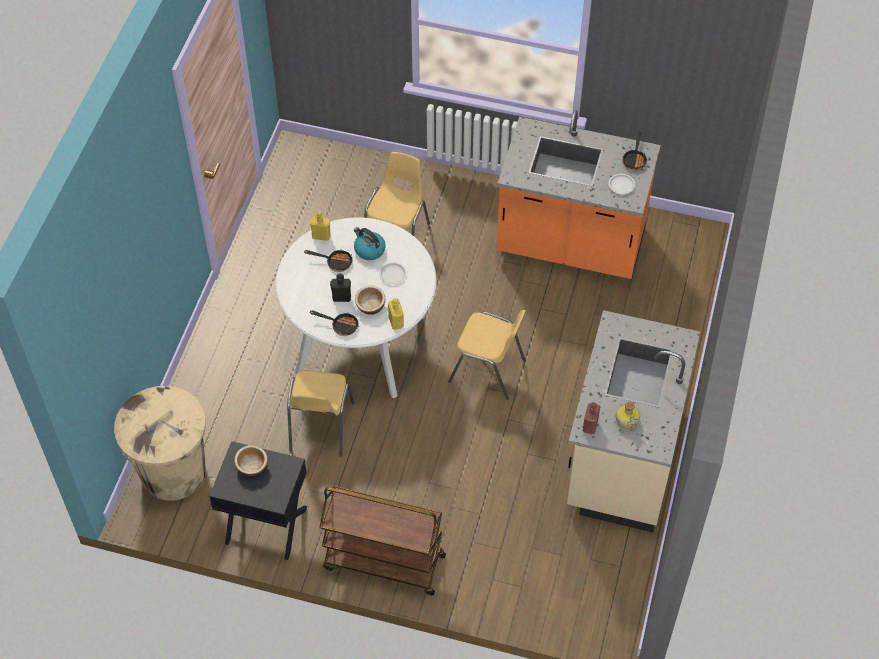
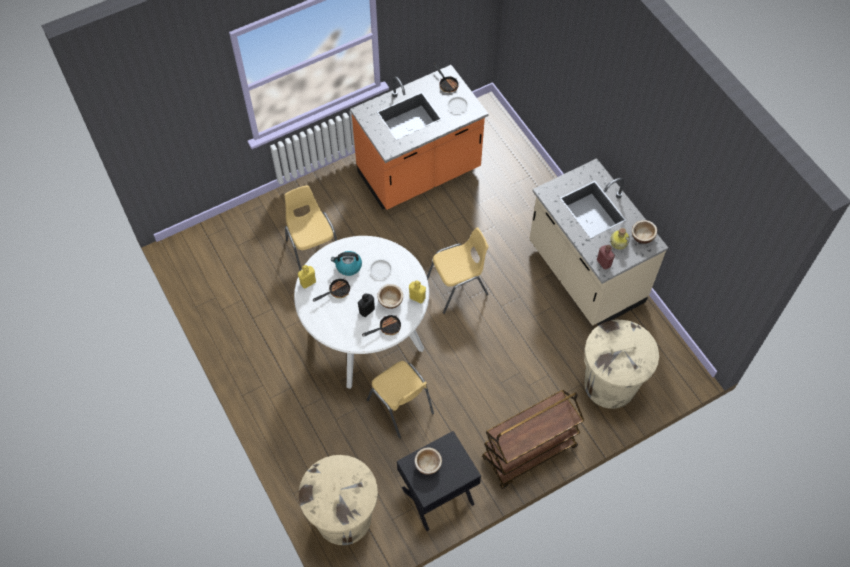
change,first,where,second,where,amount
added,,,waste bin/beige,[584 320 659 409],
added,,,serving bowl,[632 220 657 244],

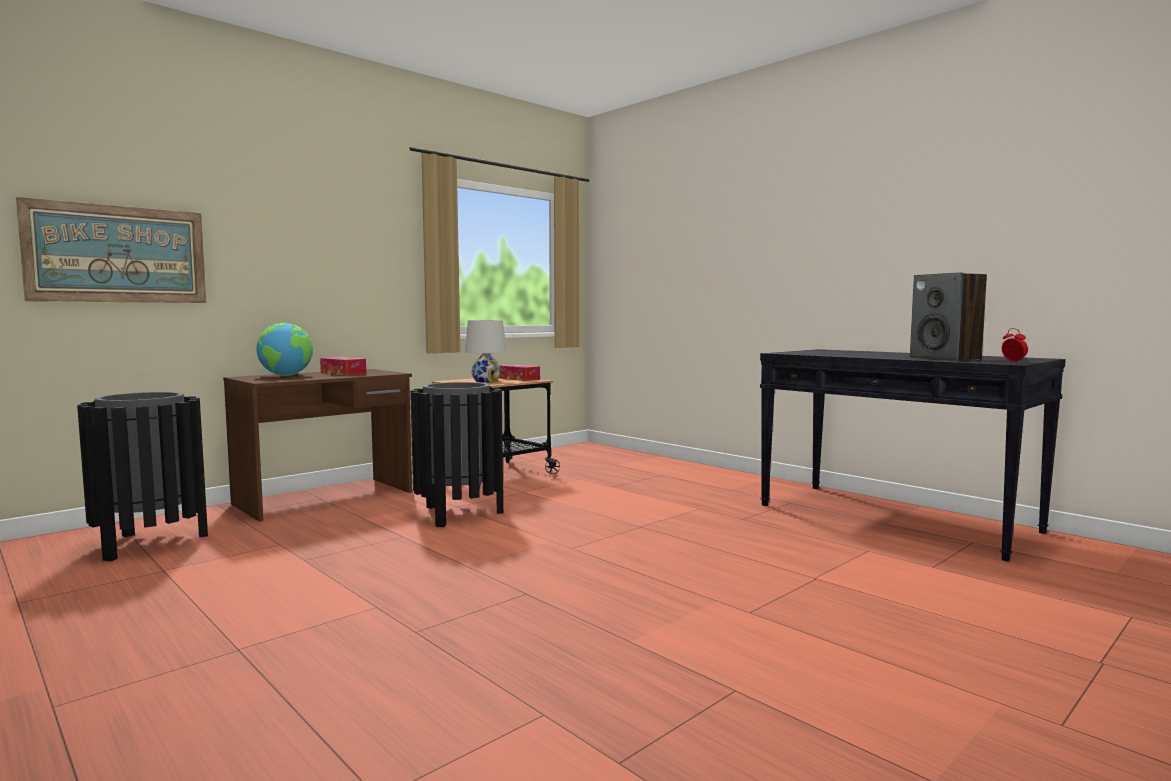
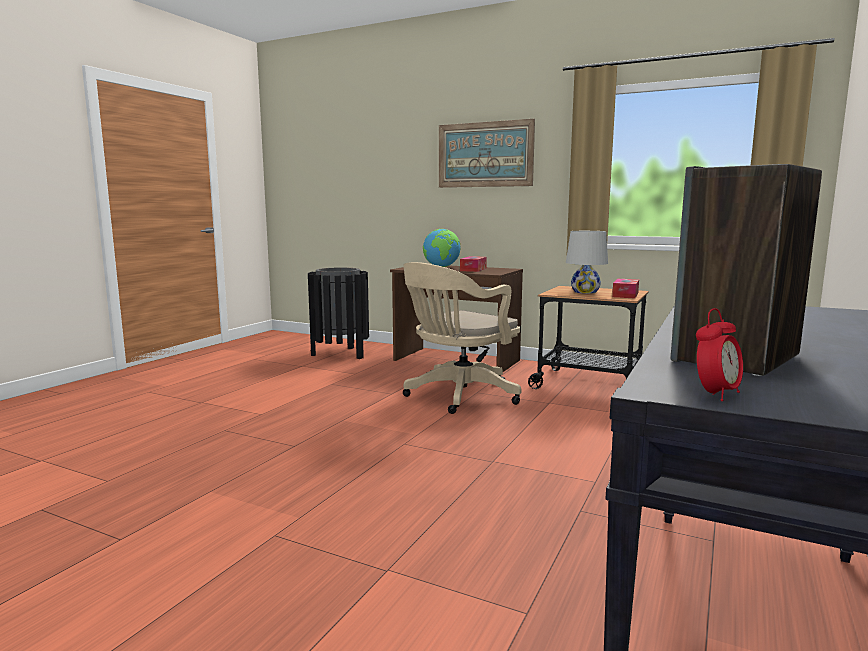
change,first,where,second,where,amount
moved,wall art,[16 197 206 303],,[439 119 535 188],
replaced,waste bin/black-coloured,[410 382 503 527],computer chair/beige,[403 262 521 414],

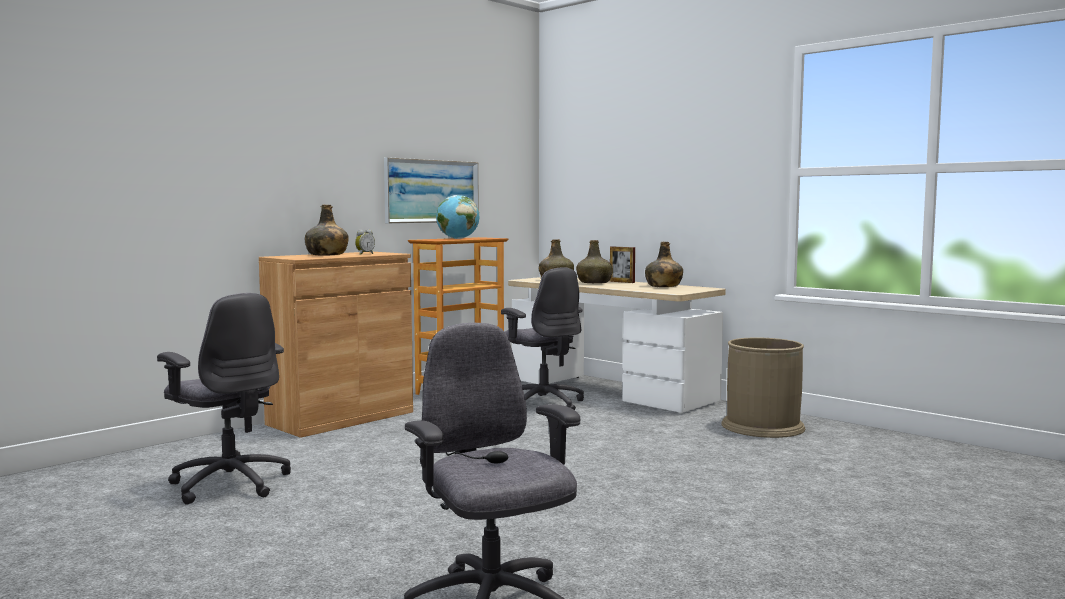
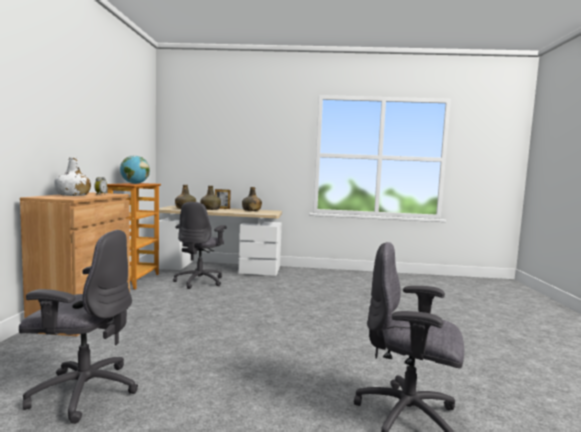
change,first,where,second,where,amount
recoloured,bottle/green-coloured,[305 205 349 256],bottle/whitish,[54 157 91 196],
removed,wall art,[384 157 479 223],,,
turned,computer chair/gray,[501 267 584 410],,[173 202 227 289],90 degrees clockwise
removed,waste bin/brown-coloured,[722 338 805 438],,,

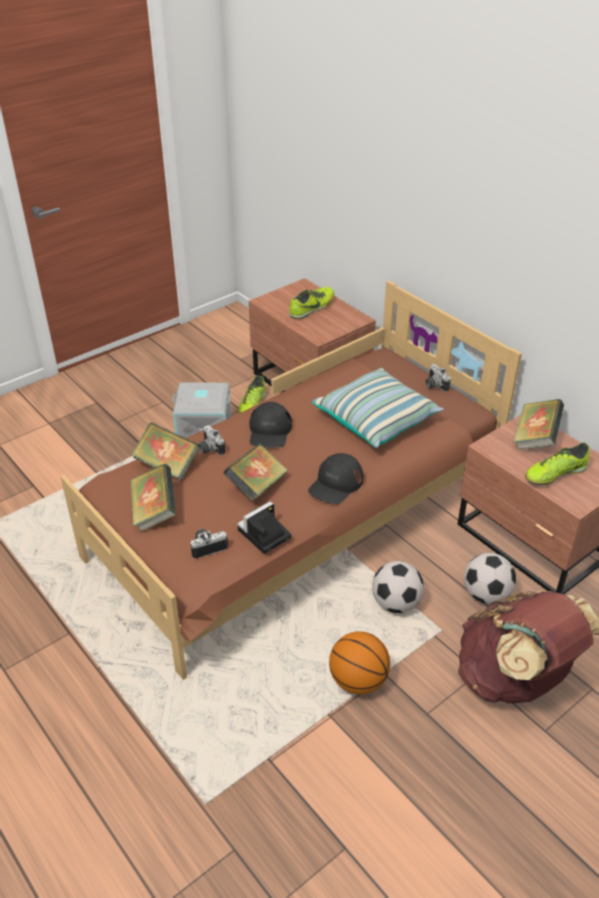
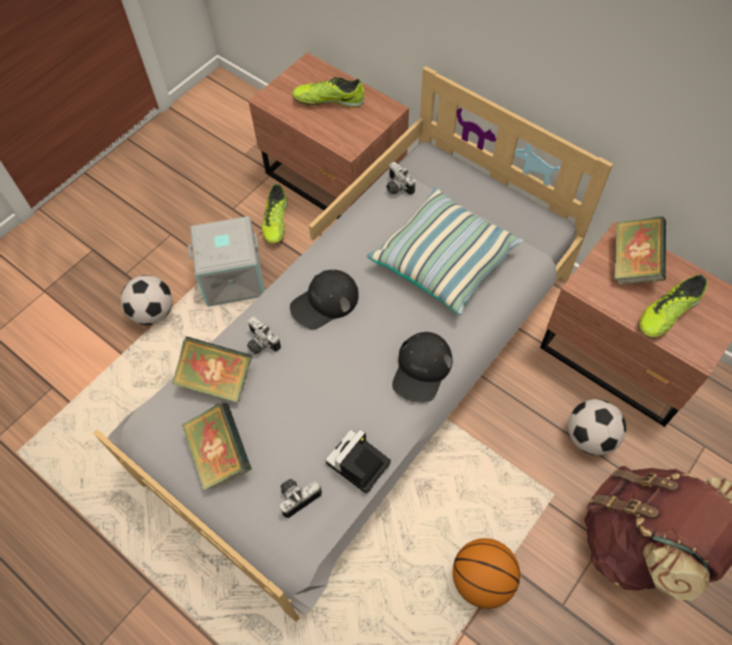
change,first,where,second,where,amount
recoloured,sleeping bed/brown-coloured,[60 281 522 680],sleeping bed/gray,[93 66 613 622],
removed,bound book,[224 444 288 502],,,
turned,peaked cap/black-coloured,[249 402 292 448],,[290 270 359 329],60 degrees clockwise
turned,shoe,[289 287 334 319],,[292 77 365 108],120 degrees counterclockwise
moved,football ball,[372 561 424 613],,[121 275 173 325],
moved,still camera,[425 364 451 392],,[386 162 415 195],

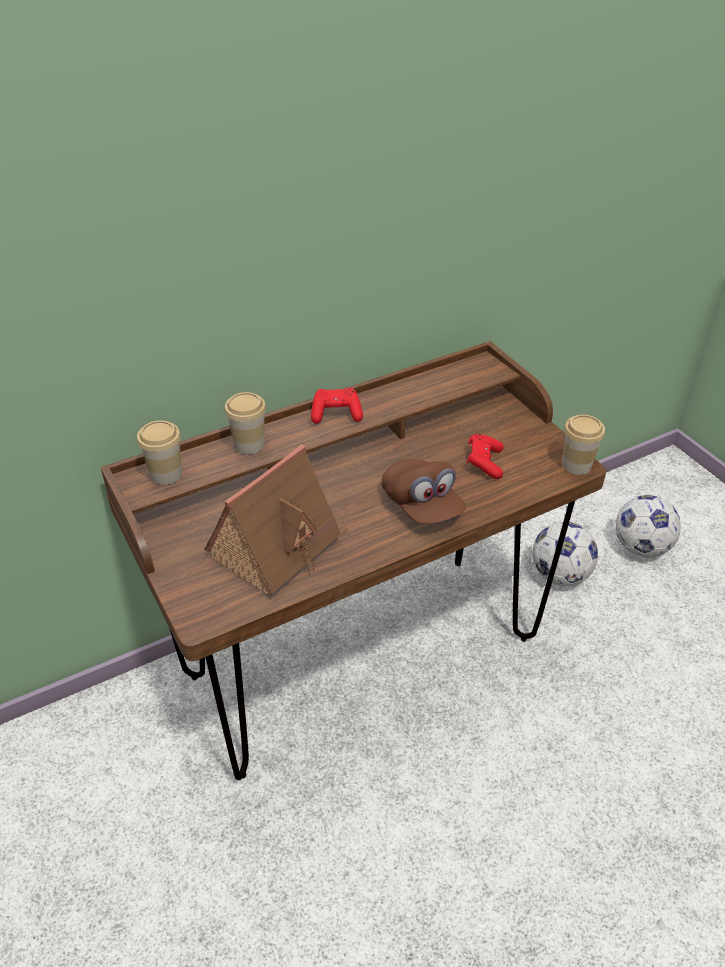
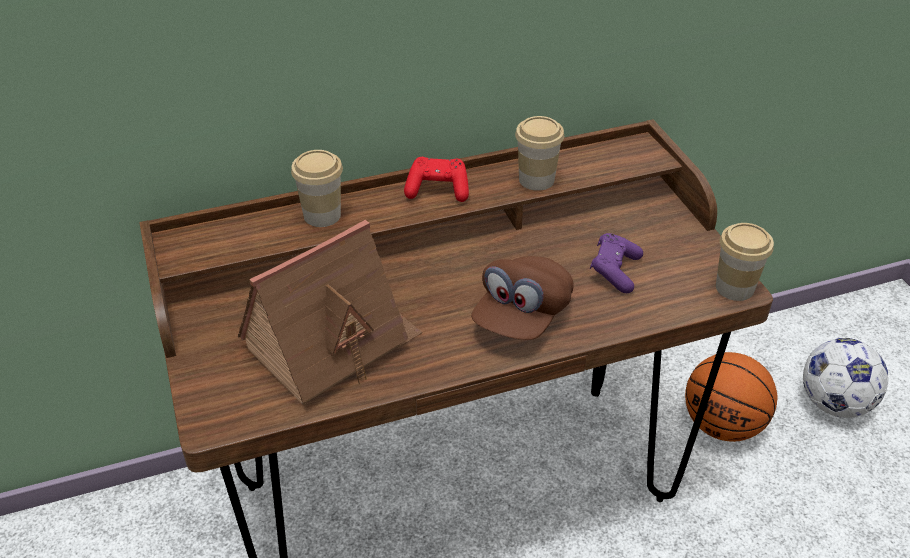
change,first,where,second,where,amount
moved,small cup,[137 420 182 485],,[515 116 564 191],
turned,peaked cap/brown-coloured,[382 459 466 524],,[471 256 574 340],45 degrees clockwise
recoloured,joypad/red-coloured,[467 434 504 479],joypad/purple-coloured,[590 233 643 293],
replaced,football ball,[532 522 598 586],ball for basketball,[685 352 778 442],

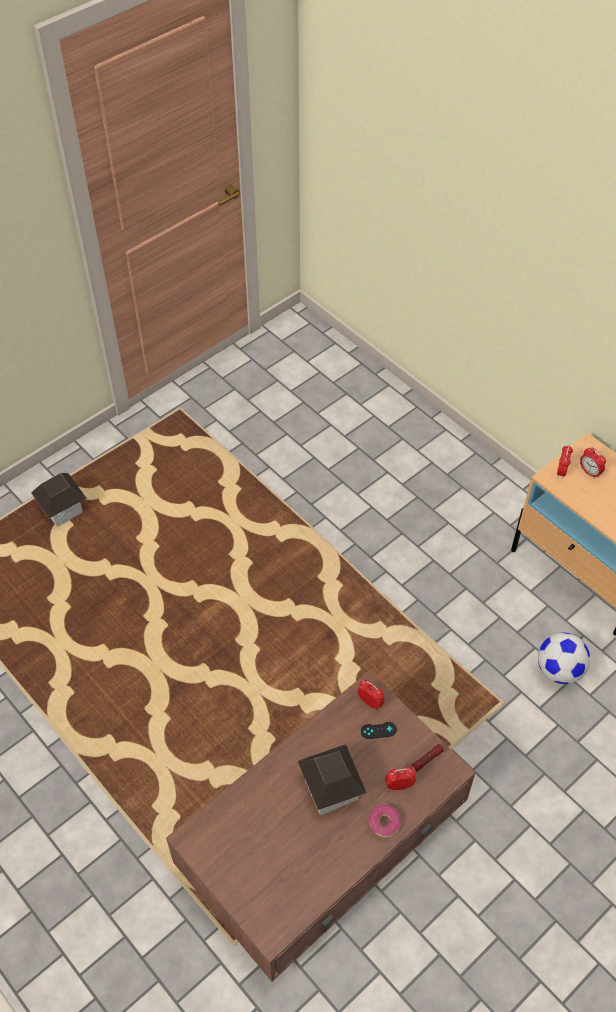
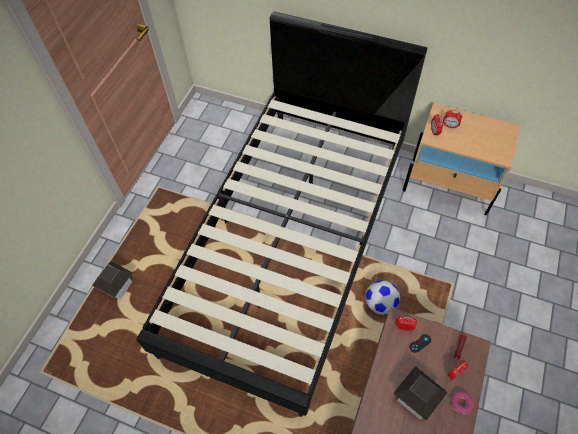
change,first,where,second,where,amount
moved,football ball,[538 633 590 684],,[365 280 400 315],
added,,,sleeping bed/black-coloured,[137 11 427 417],

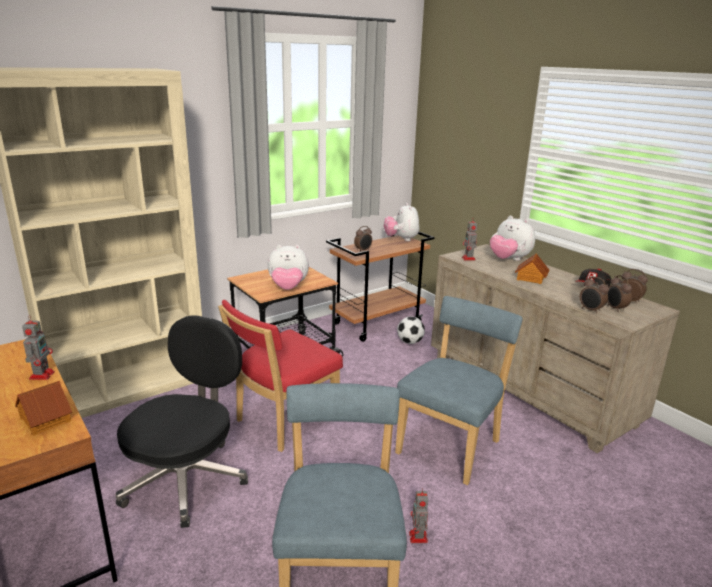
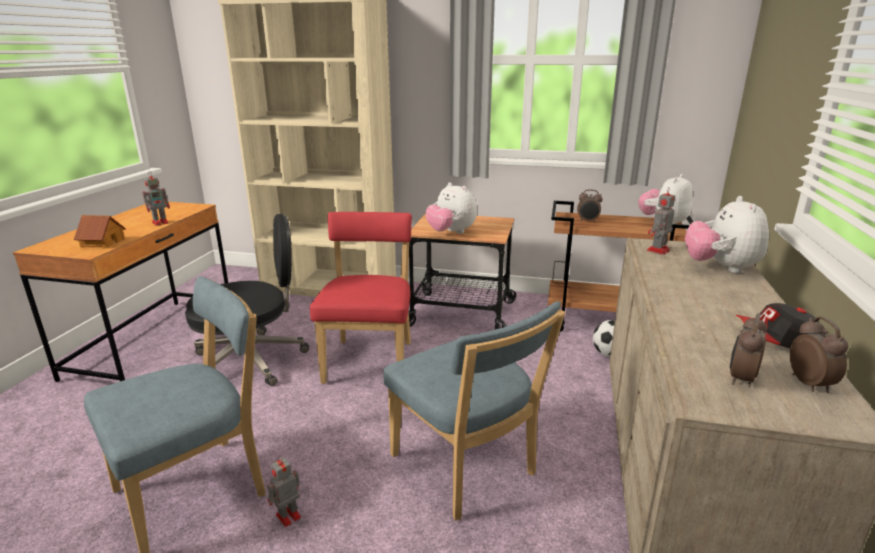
change,first,where,second,where,amount
turned,plain chair/red-coloured,[218 300 343 452],,[310 212 412 384],90 degrees clockwise
turned,plain chair/bluish,[395 296 523 485],,[384 301 565 521],60 degrees clockwise
removed,toy house,[515 253 549 284],,,
removed,bedside clock,[580 277 609 314],,,

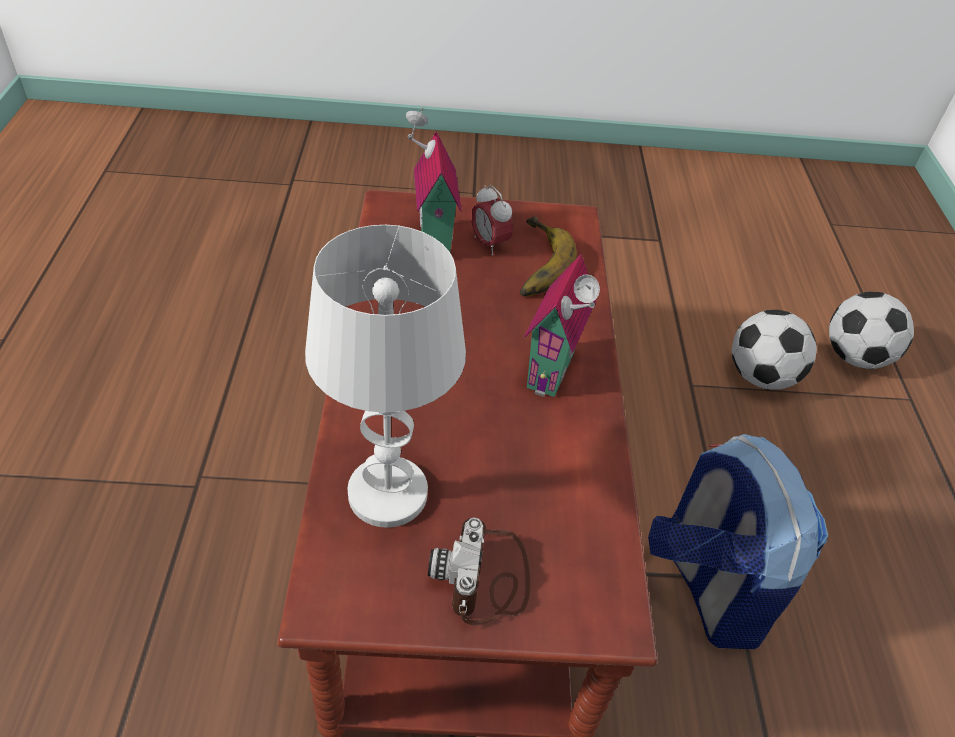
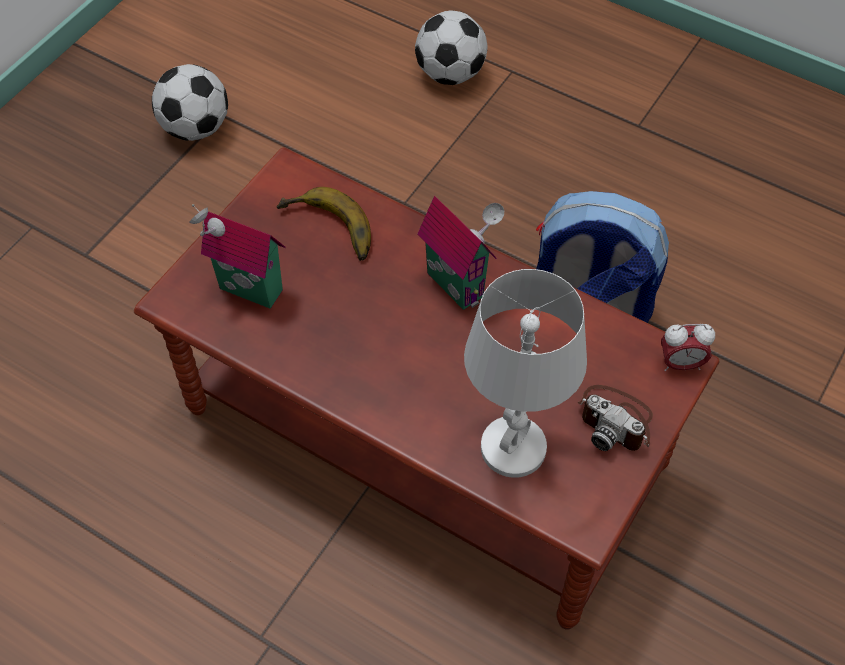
change,first,where,second,where,amount
moved,bedside clock,[471 185 513 256],,[661 324 715 371],
moved,football ball,[732 310 817 390],,[152 64 228 141],

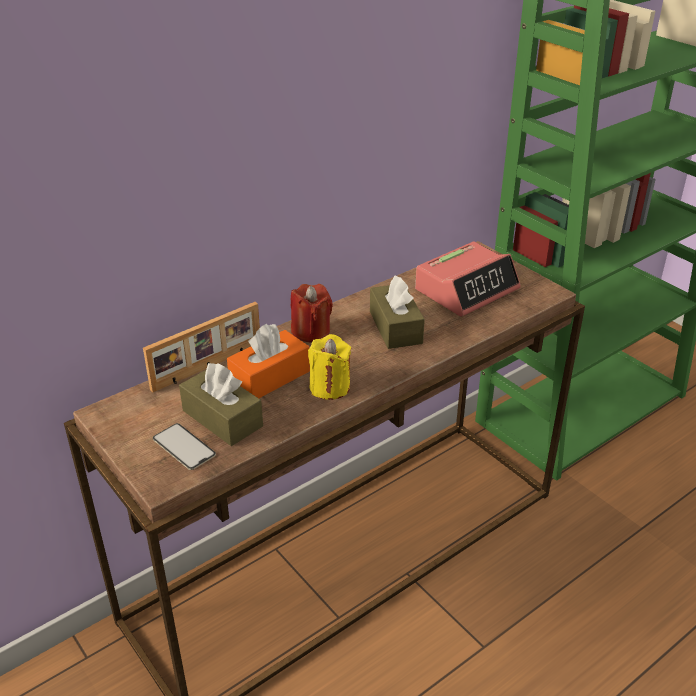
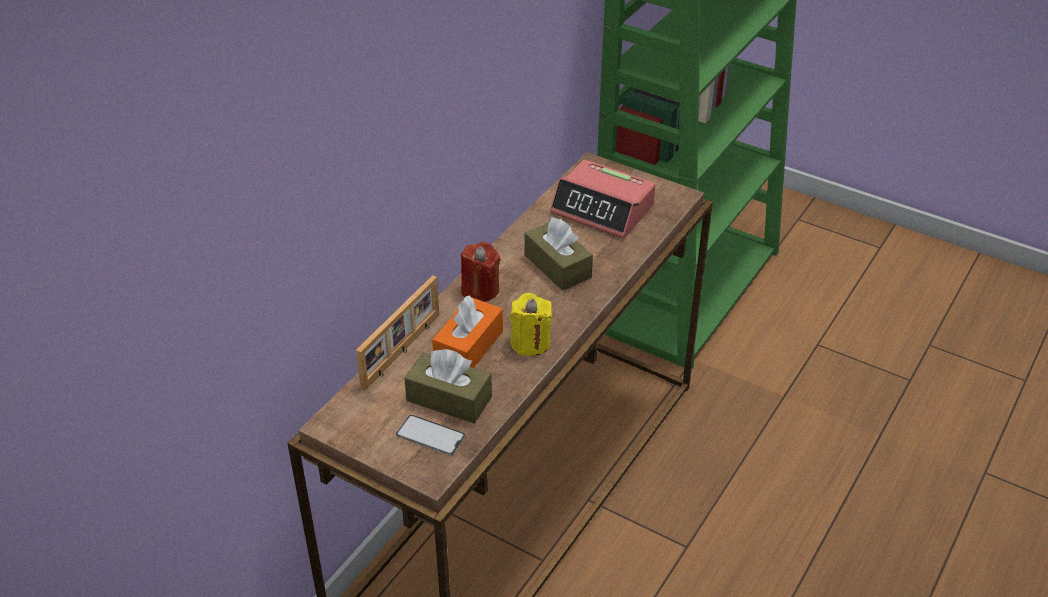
change,first,where,second,where,amount
turned,bedside clock,[415 242 521 317],,[550 160 655 239],90 degrees clockwise

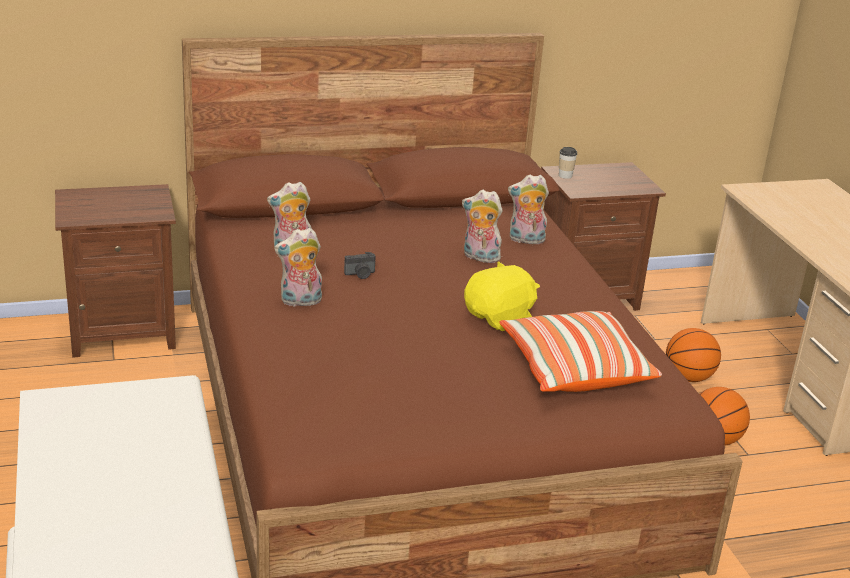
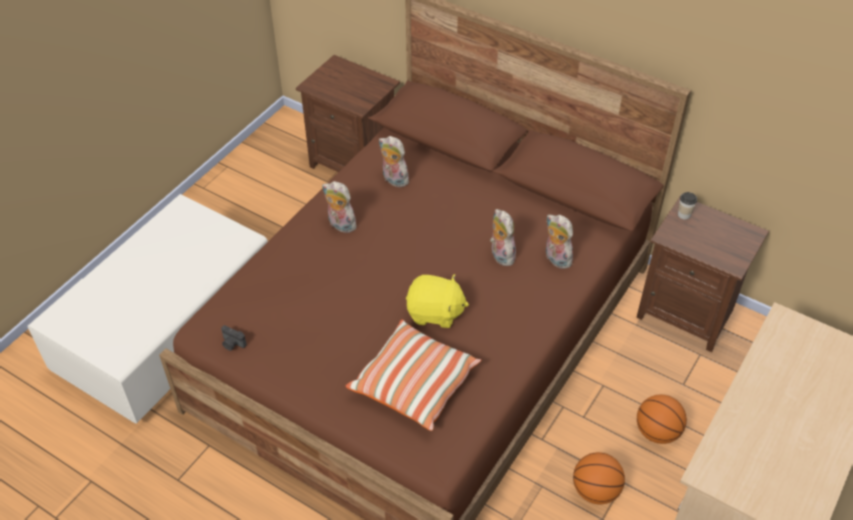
change,first,where,second,where,amount
moved,still camera,[344 252 376 279],,[221 325 247 351],

